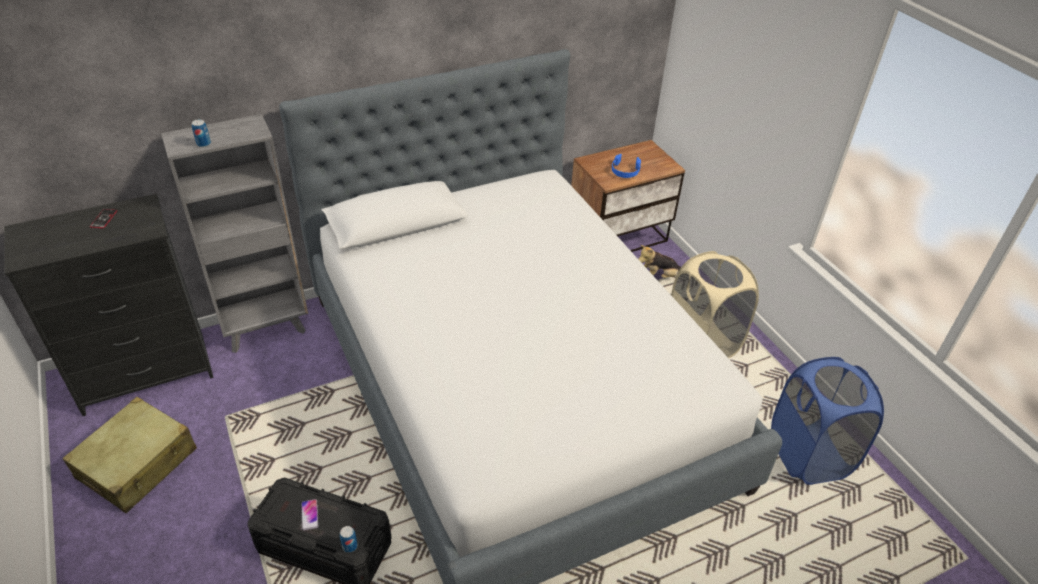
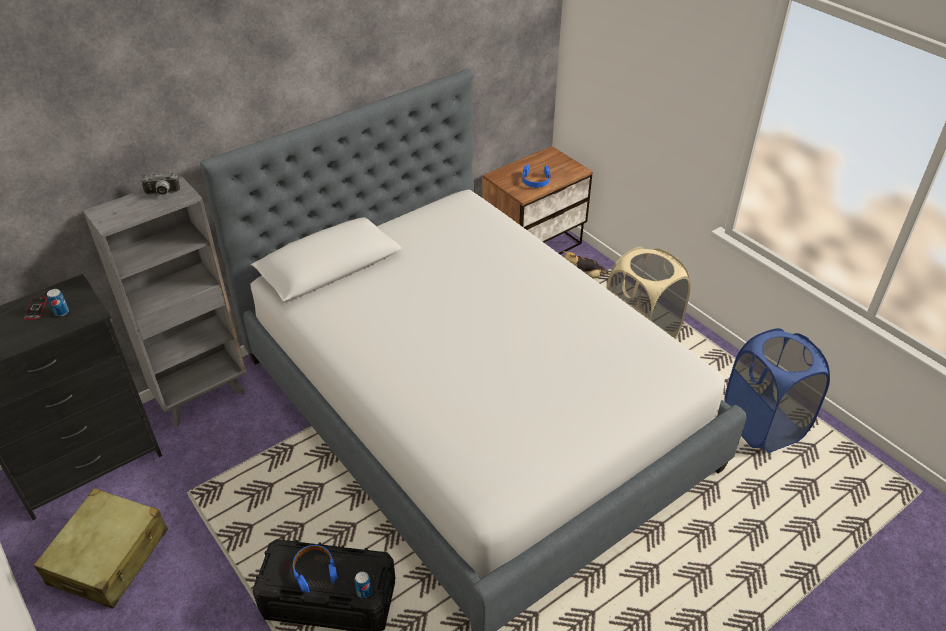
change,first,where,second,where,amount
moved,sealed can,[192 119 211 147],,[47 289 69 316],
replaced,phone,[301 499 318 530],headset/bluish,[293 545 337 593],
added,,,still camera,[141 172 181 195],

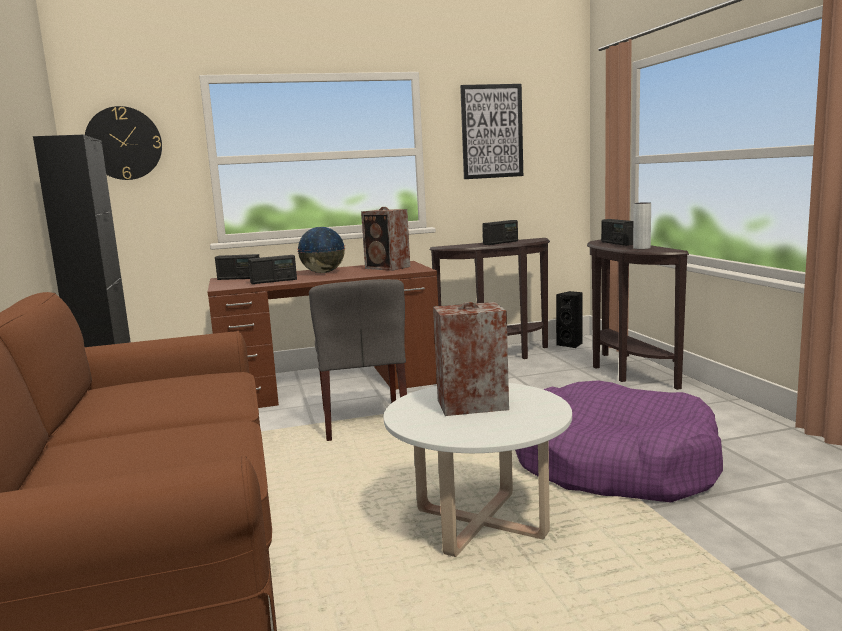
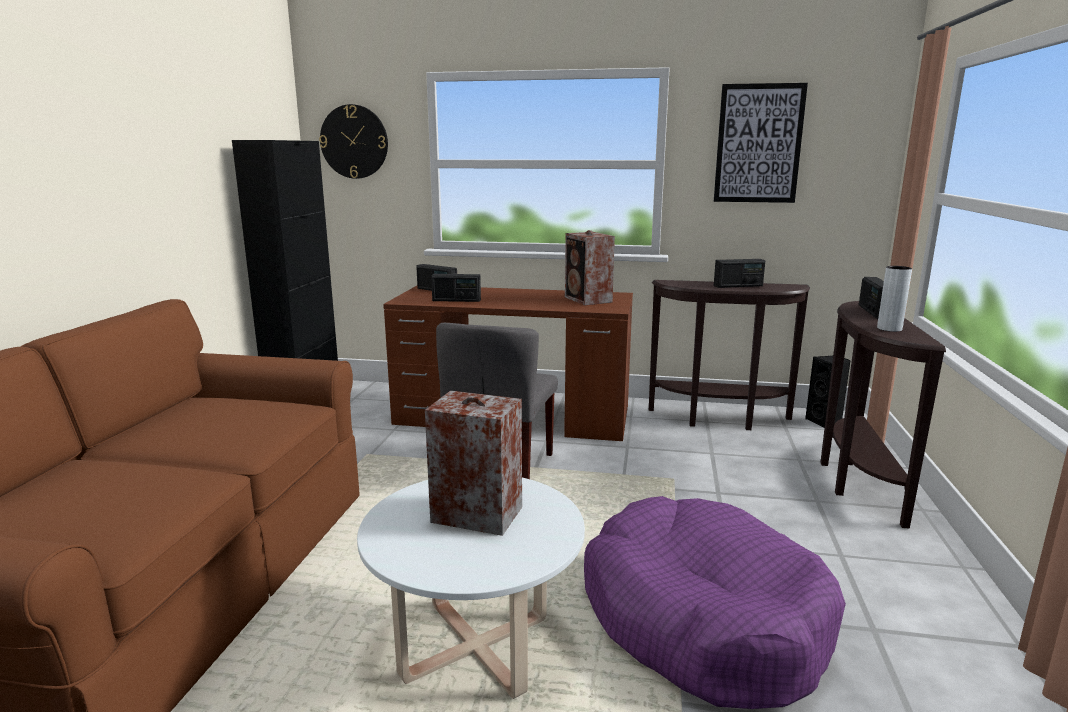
change,first,where,second,where,amount
removed,globe,[297 227 346 273],,,

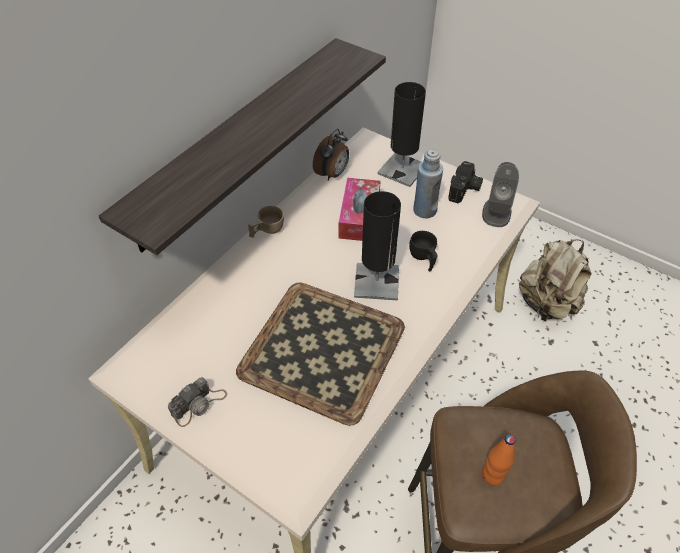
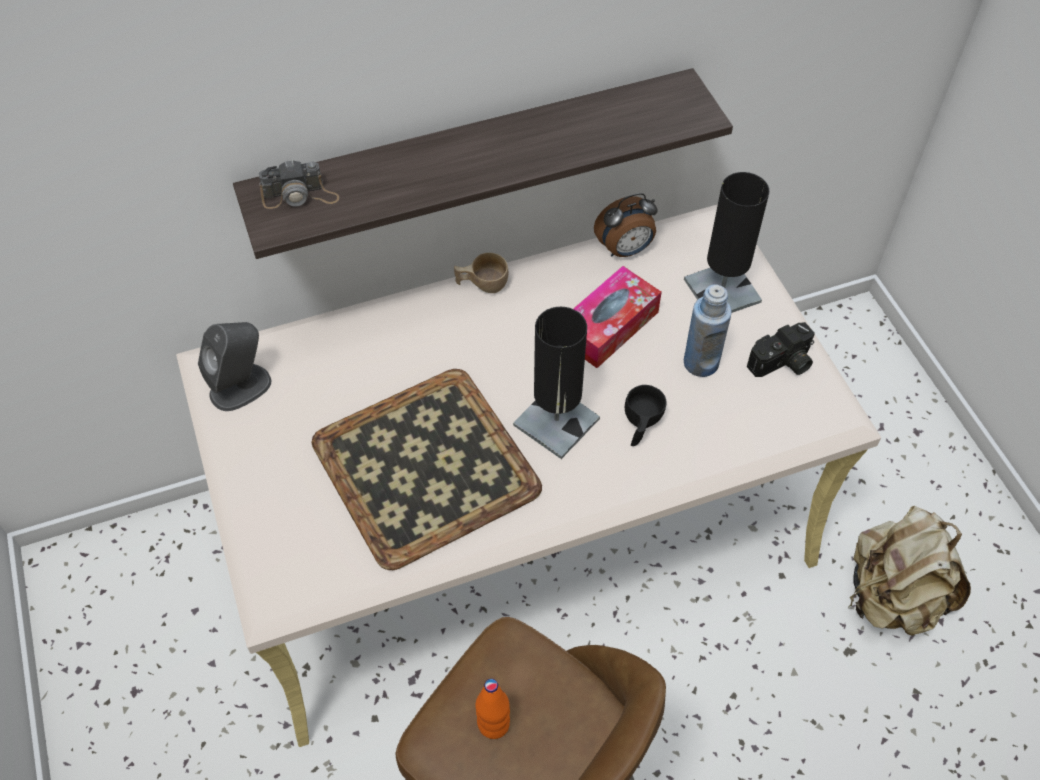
change,first,where,second,where,amount
moved,still camera,[168 377 227 427],,[259 159 339 209],
moved,audio speaker/gray,[482 162 519 227],,[198 322 271 411],

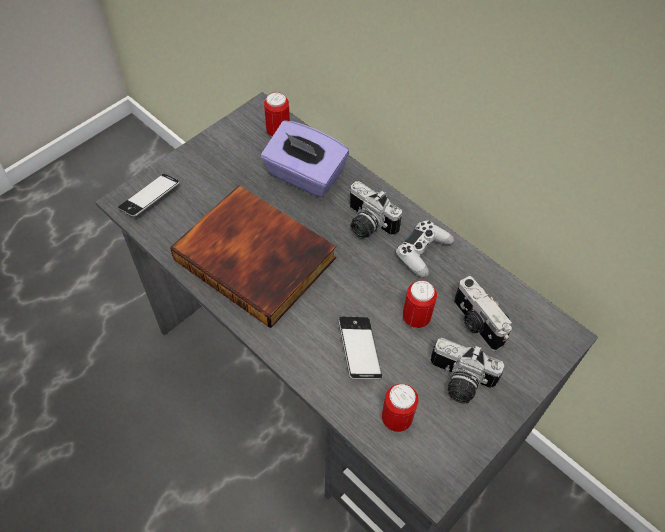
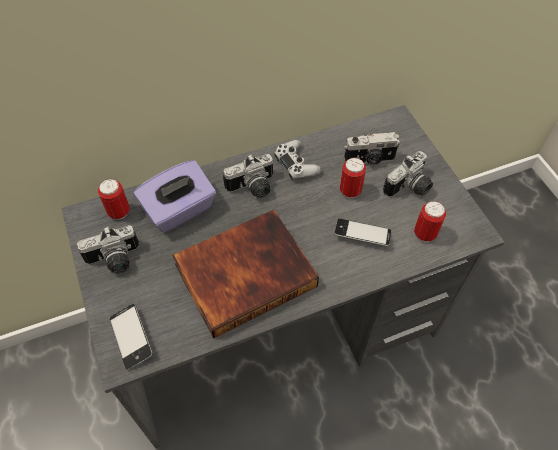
change,first,where,second,where,amount
added,,,still camera,[77 225 139 274],

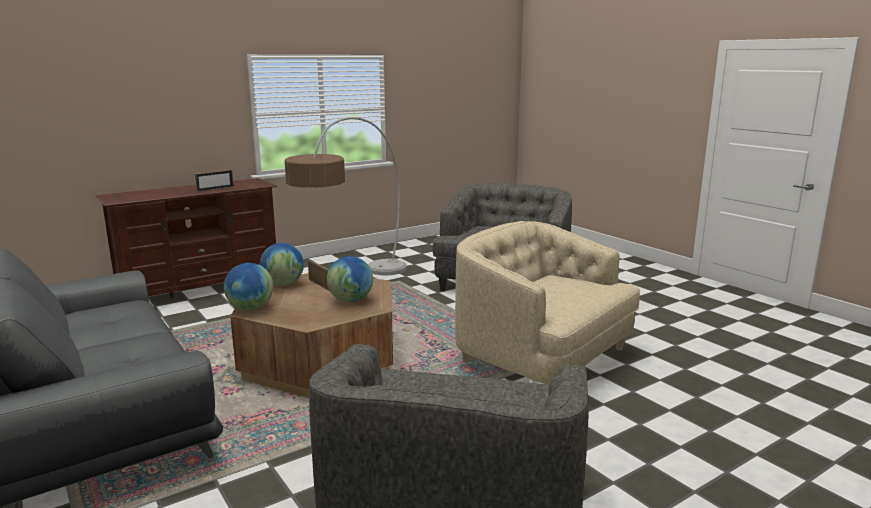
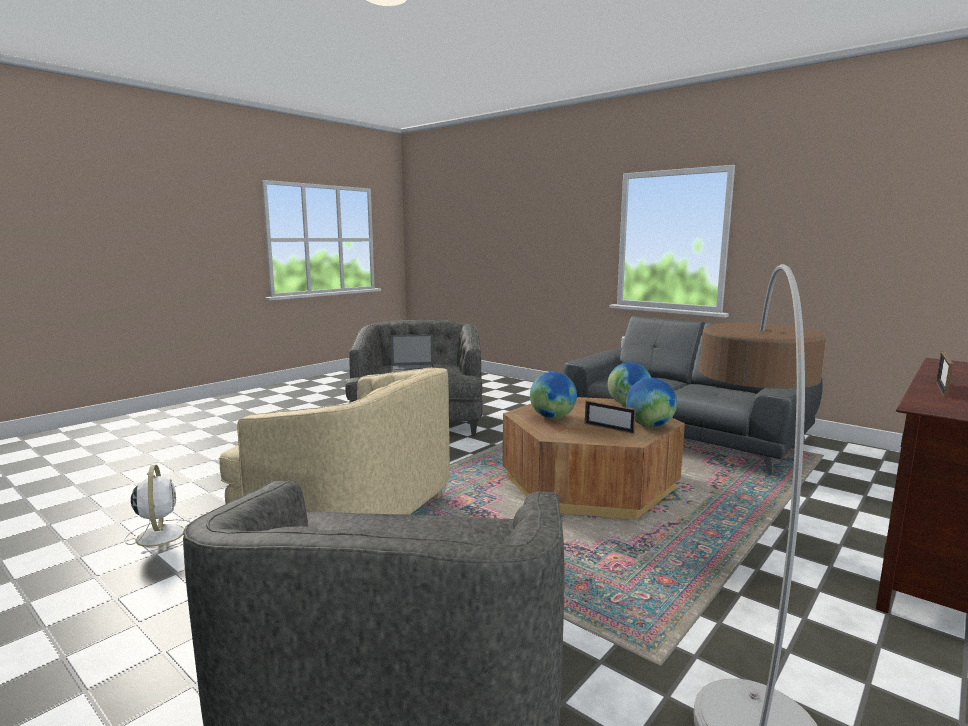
change,first,where,second,where,amount
added,,,cooling fan/whitish,[124 465 191 554],
added,,,portable computer,[391 334 434 373],

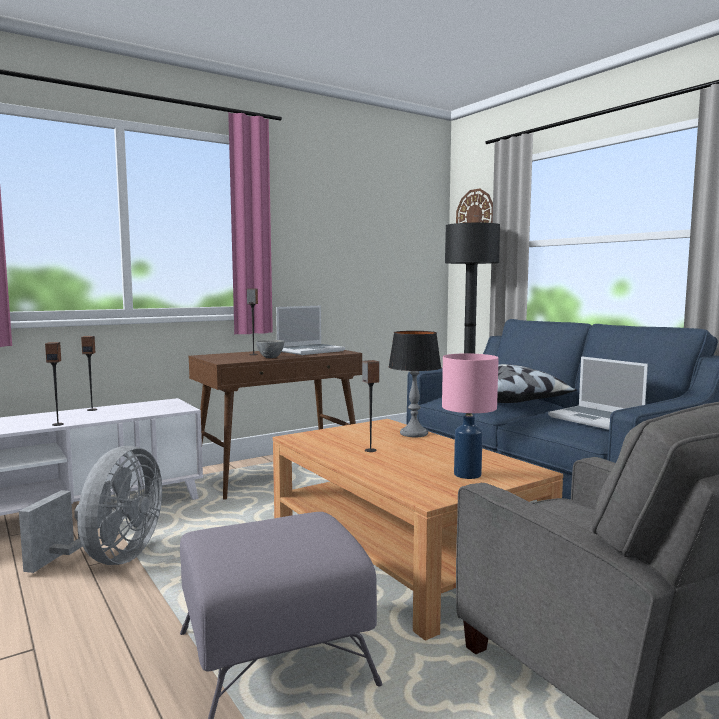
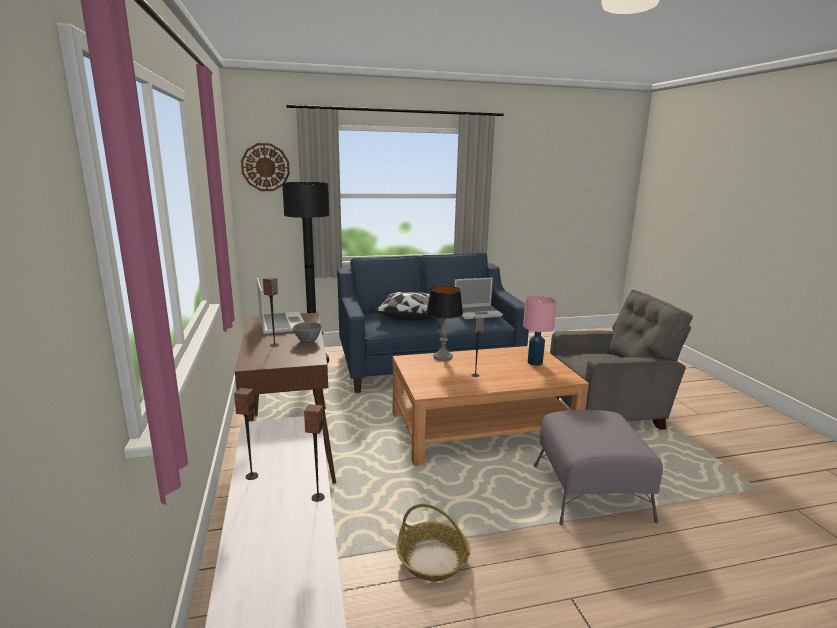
change,first,where,second,where,amount
replaced,cooling fan/gray,[19 446 162 573],basket,[396 504 470 581],

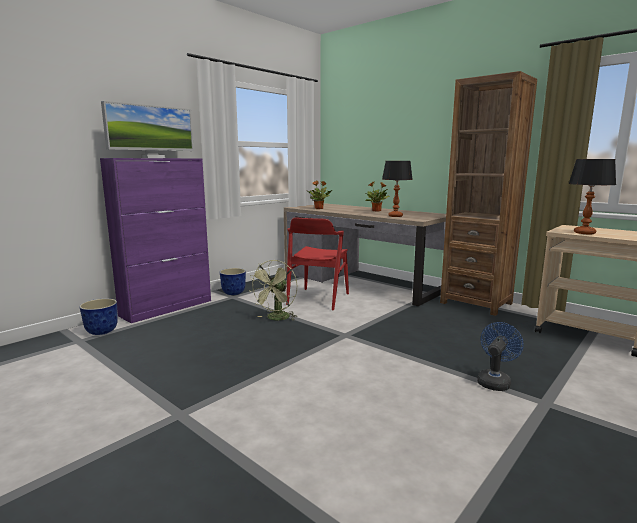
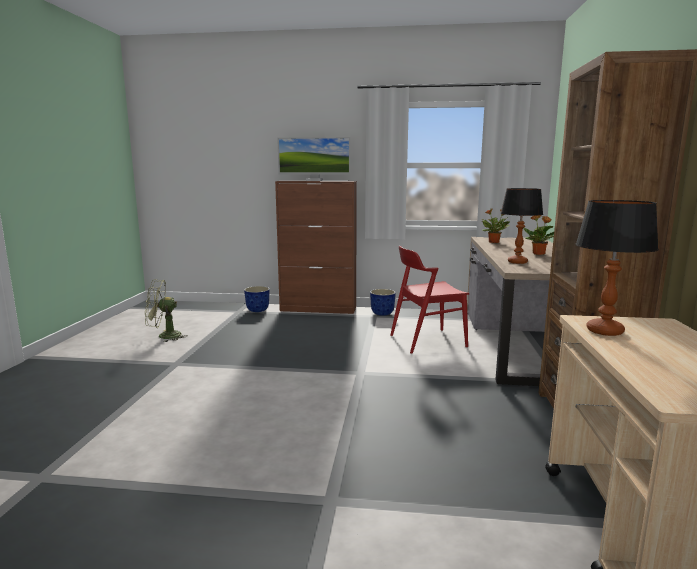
change,first,where,second,where,amount
recoloured,cupboard/purple-coloured,[100 158 211 323],cupboard/brown-coloured,[275 181 357 314],
moved,cooling fan/green-coloured,[248 260 297 321],,[145 280 187 342],
removed,cooling fan/bluish,[477 322 524 391],,,

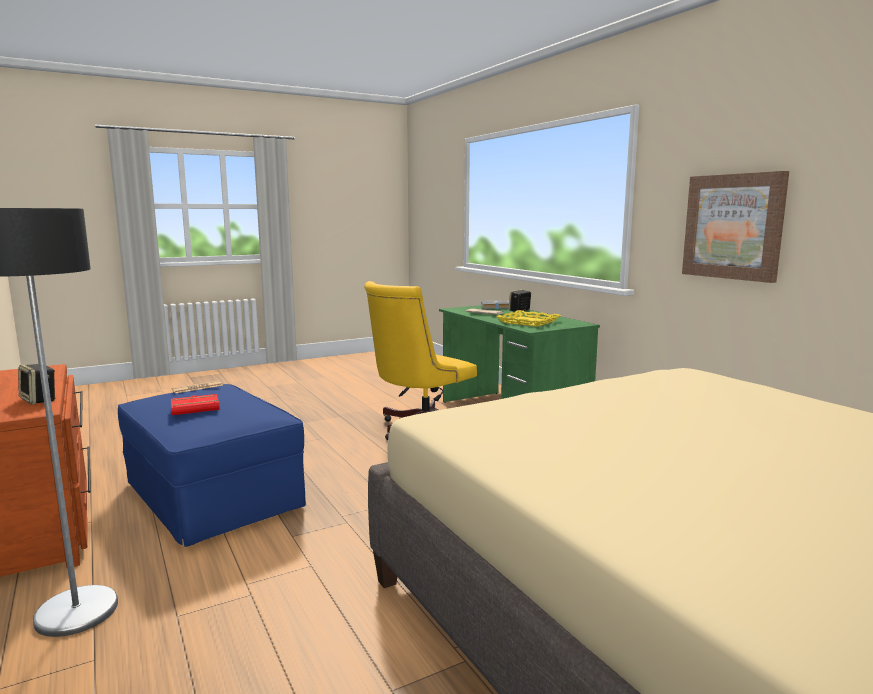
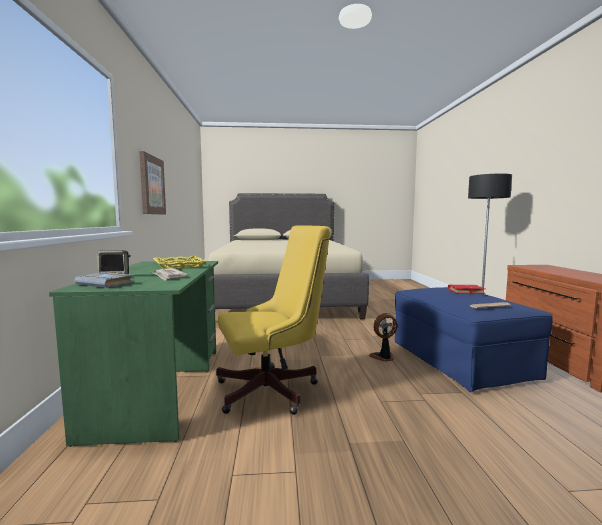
change,first,where,second,where,amount
removed,audio speaker,[18 364 56 405],,,
added,,,cooling fan,[369 313 397 362],

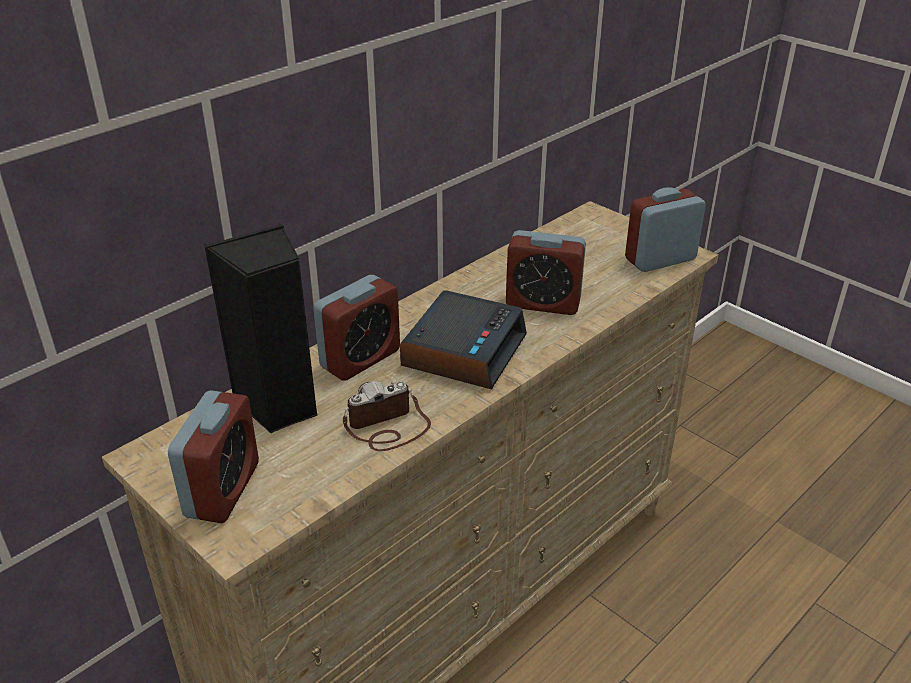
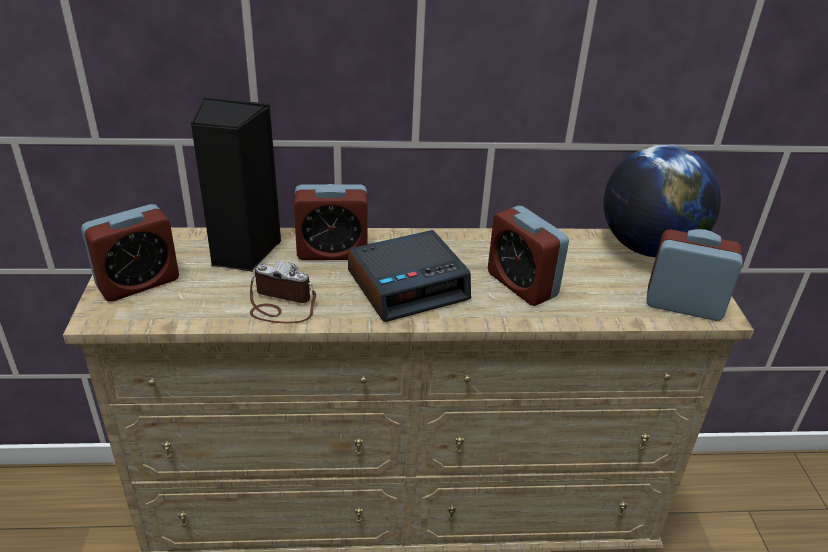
change,first,where,second,where,amount
added,,,globe,[603 145 721 257],

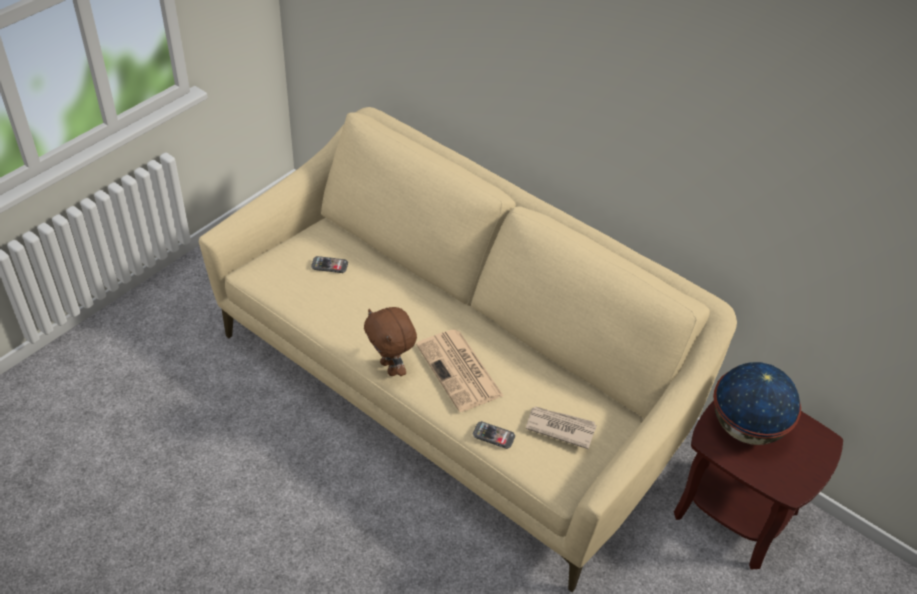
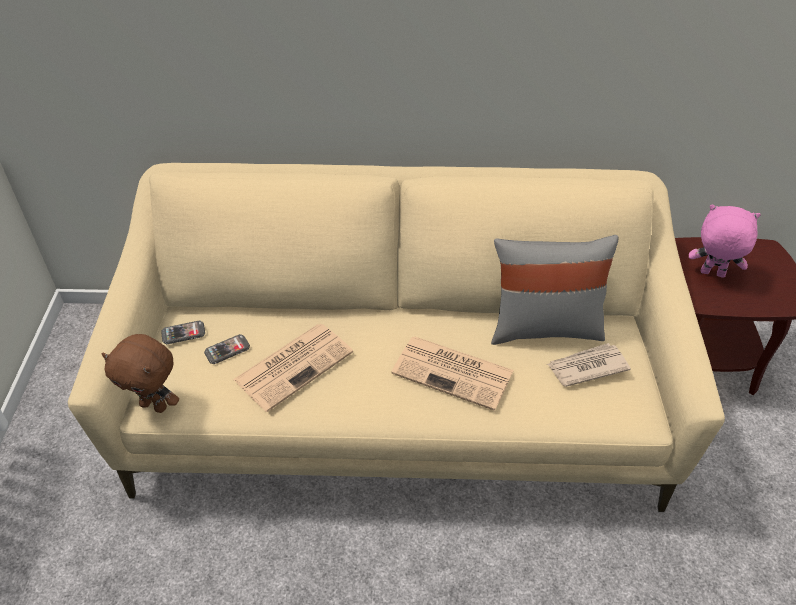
change,first,where,second,where,amount
moved,plush toy/brown-coloured,[364 307 417 376],,[101 334 179 413],
moved,phone,[473 421 515 449],,[161 320 205 344],
replaced,globe,[713 362 801 445],plush toy/pinkish,[689 204 761 278],
added,,,printed paper,[233 324 353 412],
added,,,pillow/gray,[491 235 618 345],

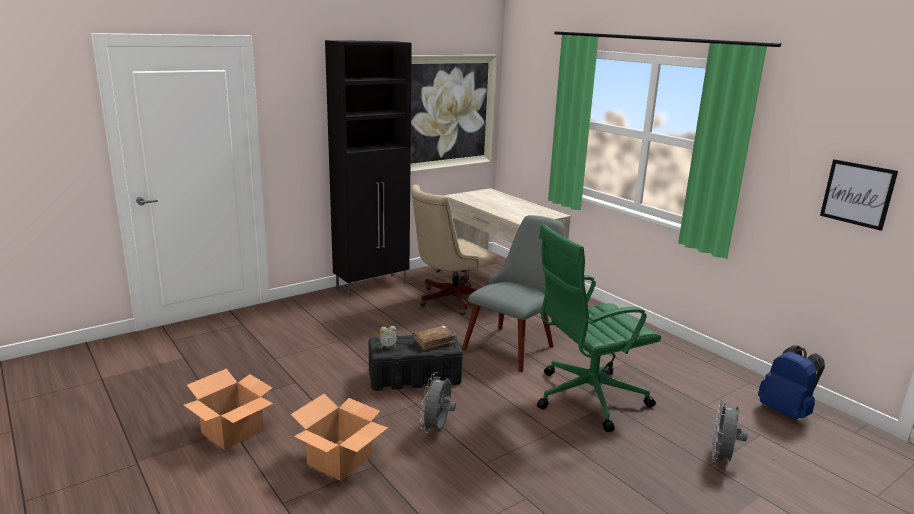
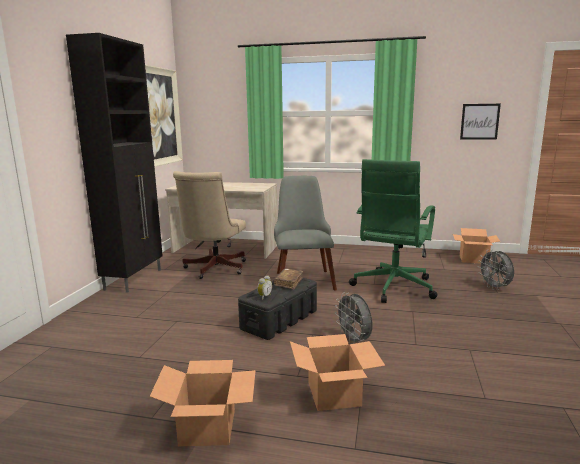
change,first,where,second,where,amount
replaced,rucksack/bluish,[758 345 825 420],cardboard box,[453 228 500 264],

